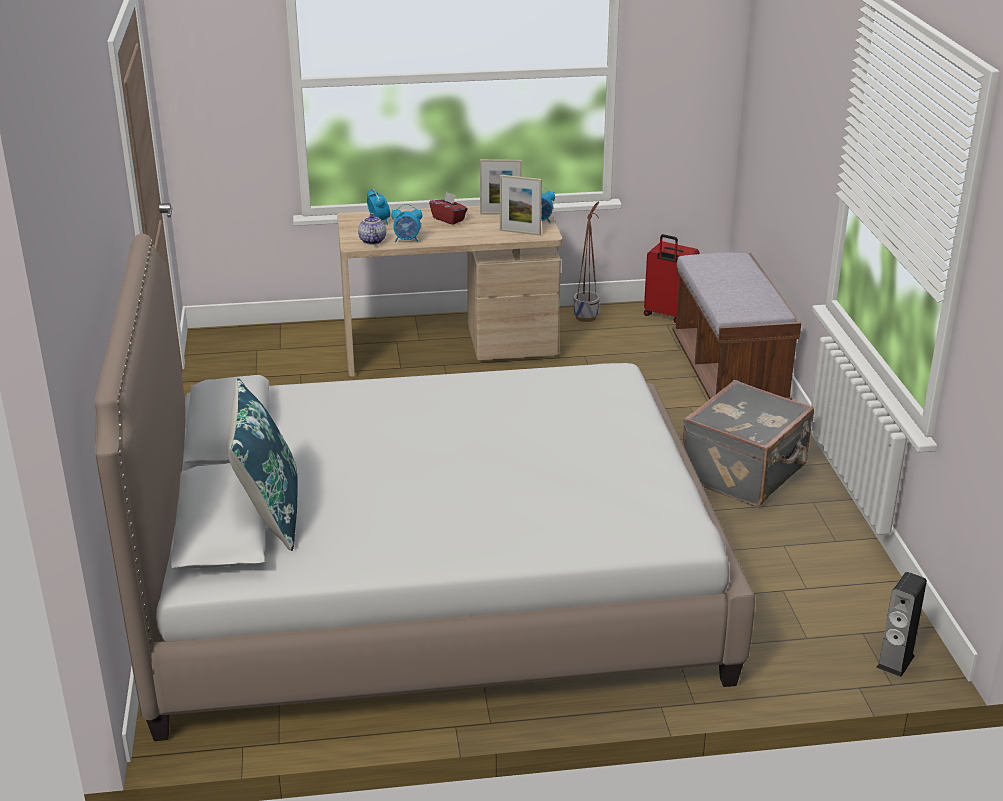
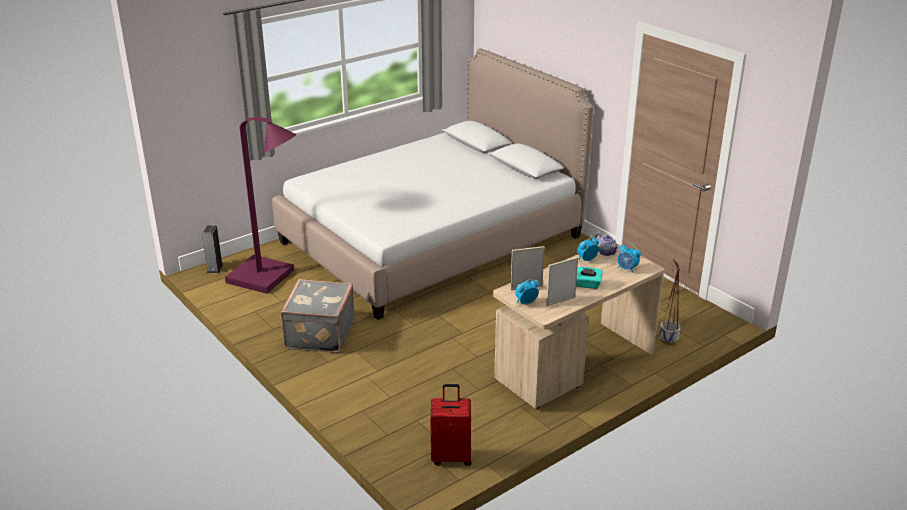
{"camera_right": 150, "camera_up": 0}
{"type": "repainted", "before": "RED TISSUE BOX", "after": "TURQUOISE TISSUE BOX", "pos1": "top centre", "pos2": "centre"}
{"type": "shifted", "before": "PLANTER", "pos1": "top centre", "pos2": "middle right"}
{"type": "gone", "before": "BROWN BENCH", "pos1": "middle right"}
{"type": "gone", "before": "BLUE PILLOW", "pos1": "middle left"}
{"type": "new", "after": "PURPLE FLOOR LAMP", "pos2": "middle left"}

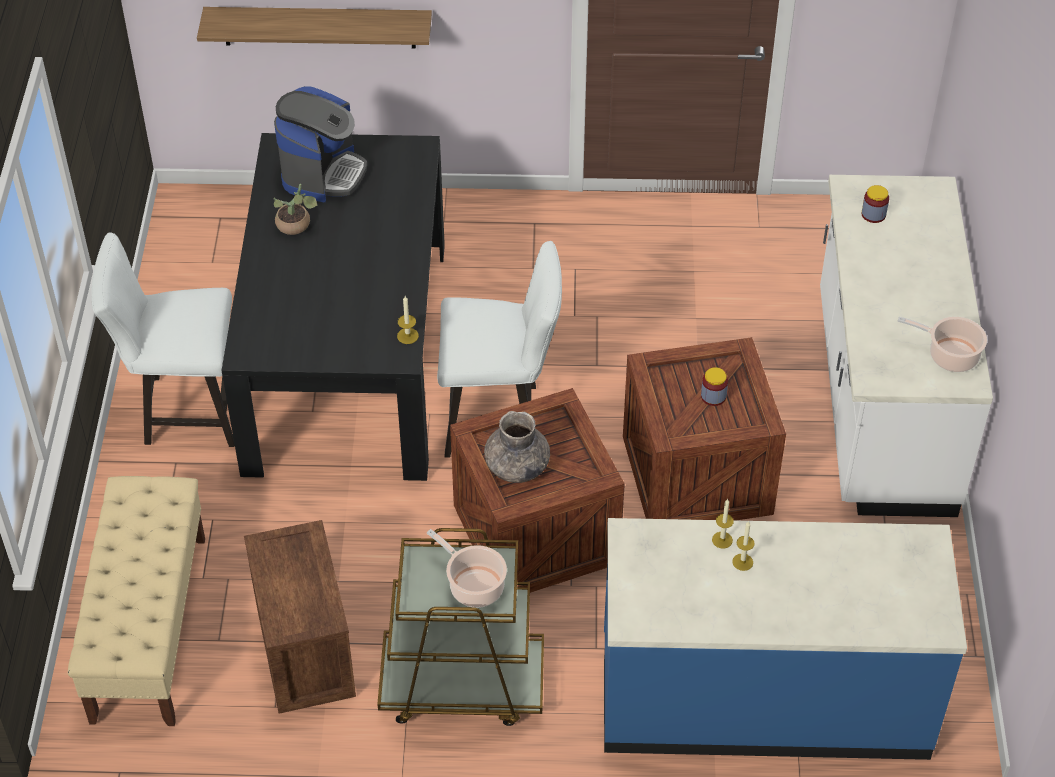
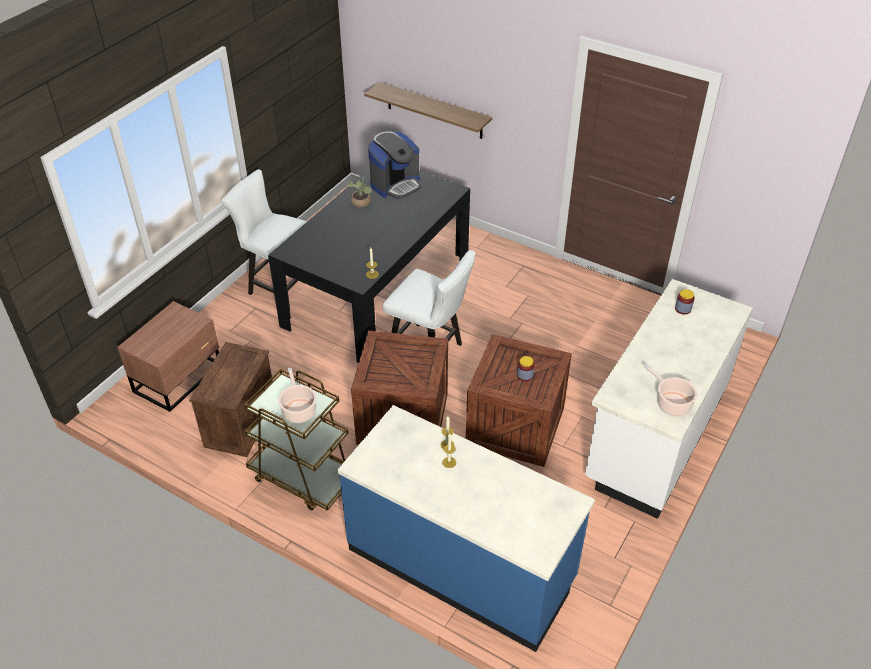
{"camera_right": 30, "camera_up": -5}
{"type": "gone", "before": "GREY VASE", "pos1": "centre"}
{"type": "swapped", "before": "BEIGE BENCH", "after": "BROWN NIGHTSTAND", "pos1": "bottom left", "pos2": "middle left"}

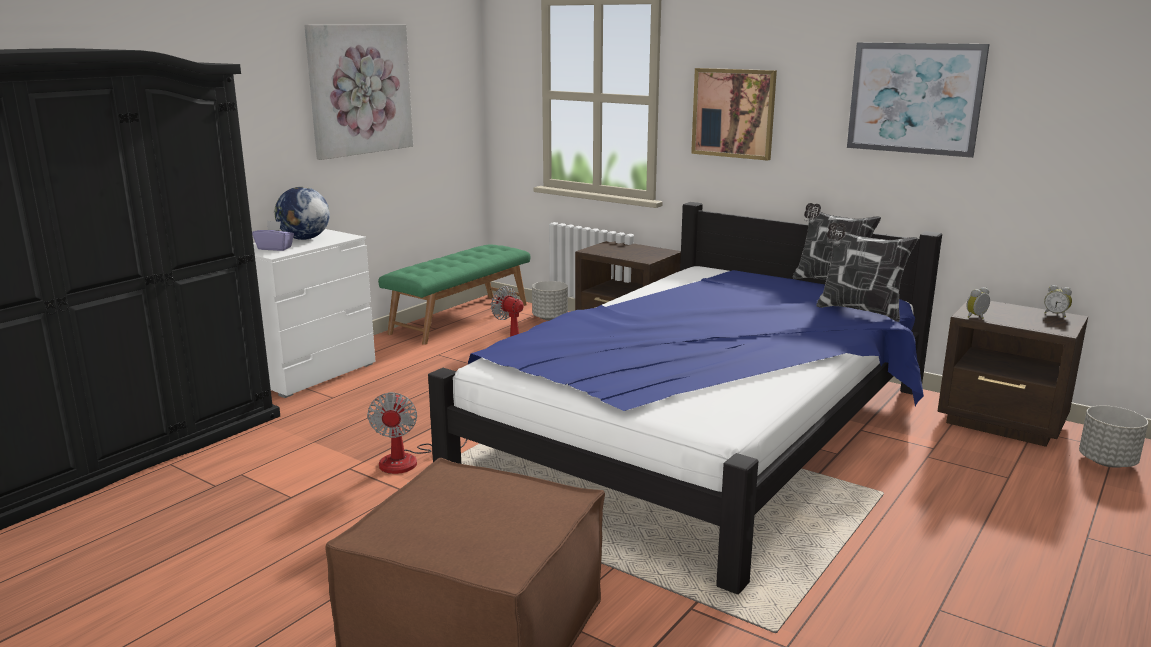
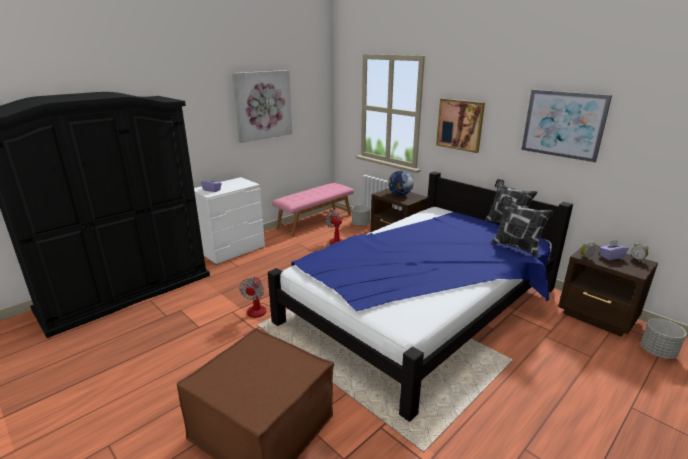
{"camera_right": 10, "camera_up": 5}
{"type": "shifted", "before": "GLOBE", "pos1": "top left", "pos2": "centre"}
{"type": "repainted", "before": "GREEN BENCH", "after": "PINK BENCH", "pos1": "centre", "pos2": "centre"}
{"type": "new", "after": "PURPLE TISSUE BOX (no. 2 from left)", "pos2": "middle right"}

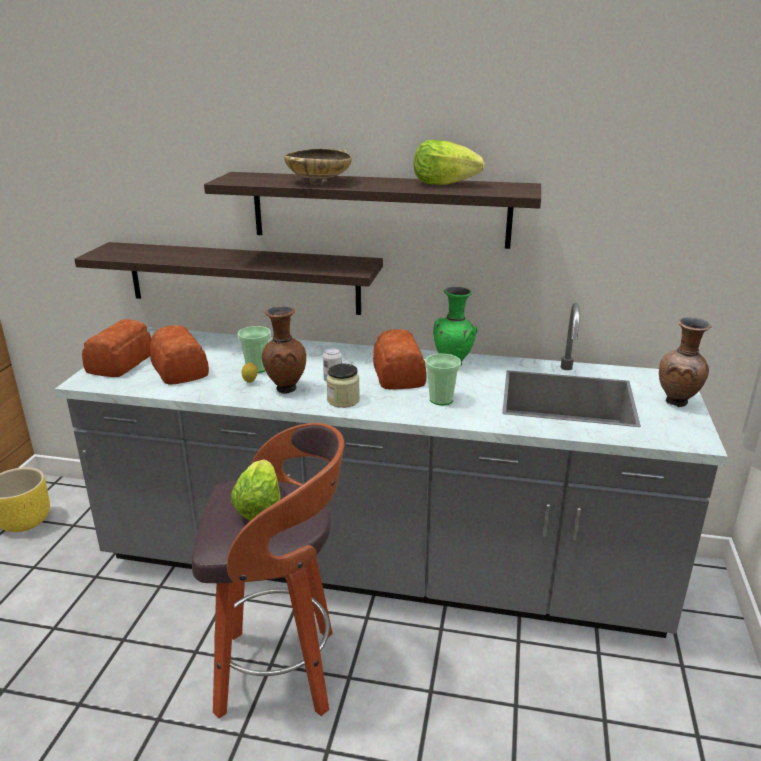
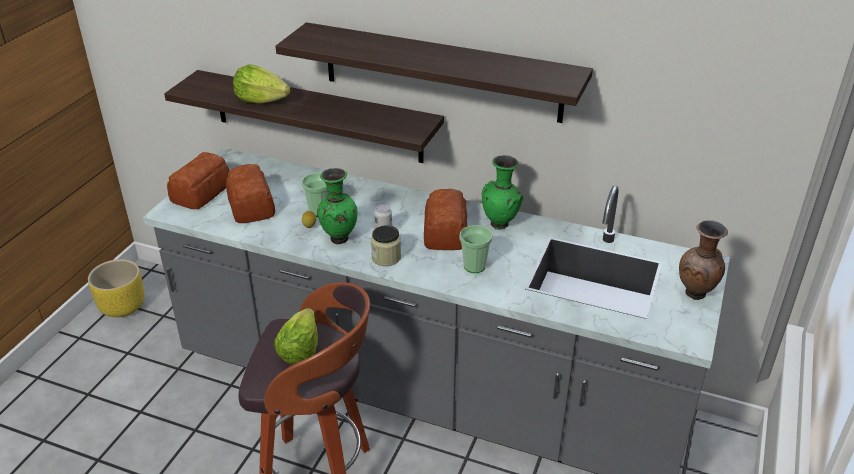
{"camera_right": 10, "camera_up": 10}
{"type": "shifted", "before": "LETTUCE (no. 2 from left in the first image)", "after": "LETTUCE (no. 1 from left)", "pos1": "top centre", "pos2": "top left"}
{"type": "gone", "before": "BEIGE BOWL", "pos1": "top centre"}
{"type": "repainted", "before": "BROWN VASE (no. 1 from left)", "after": "GREEN VASE (no. 1 from left)", "pos1": "centre", "pos2": "centre"}

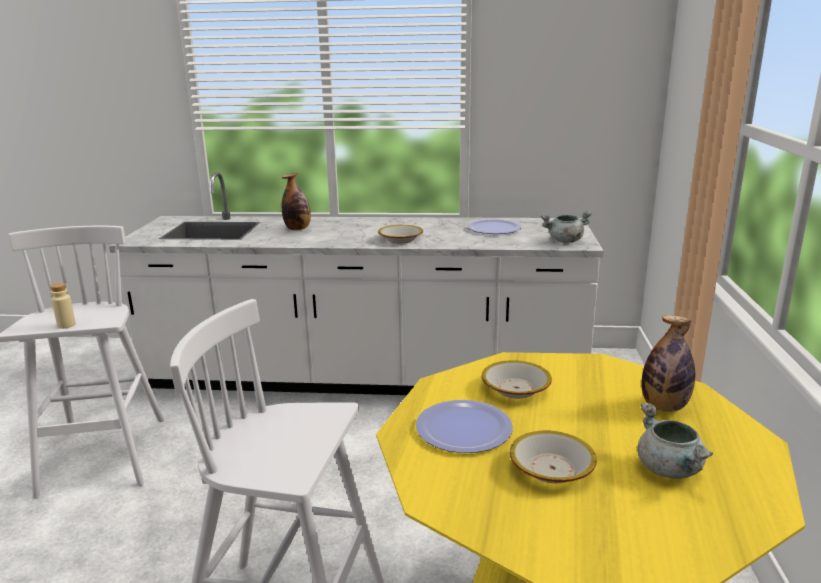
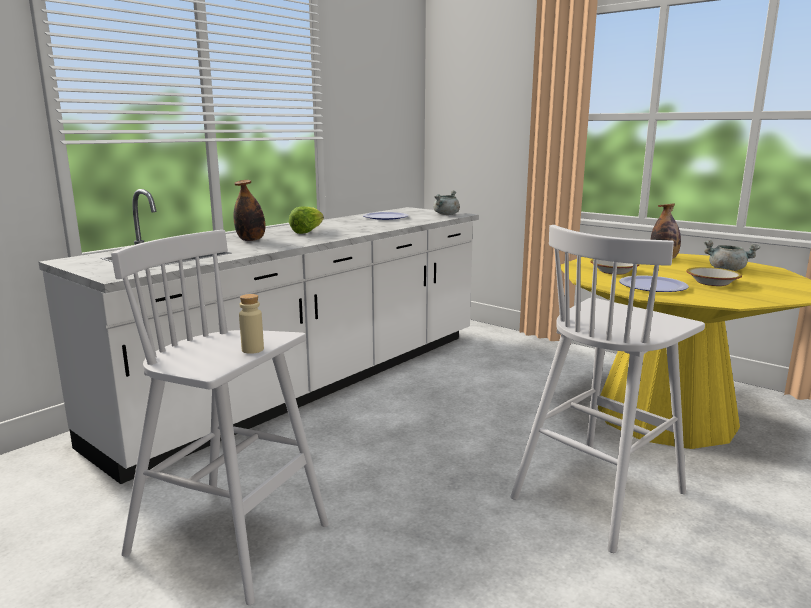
{"camera_right": -55, "camera_up": -5}
{"type": "gone", "before": "BOWL (no. 1 from left)", "pos1": "centre"}
{"type": "new", "after": "LETTUCE", "pos2": "centre"}

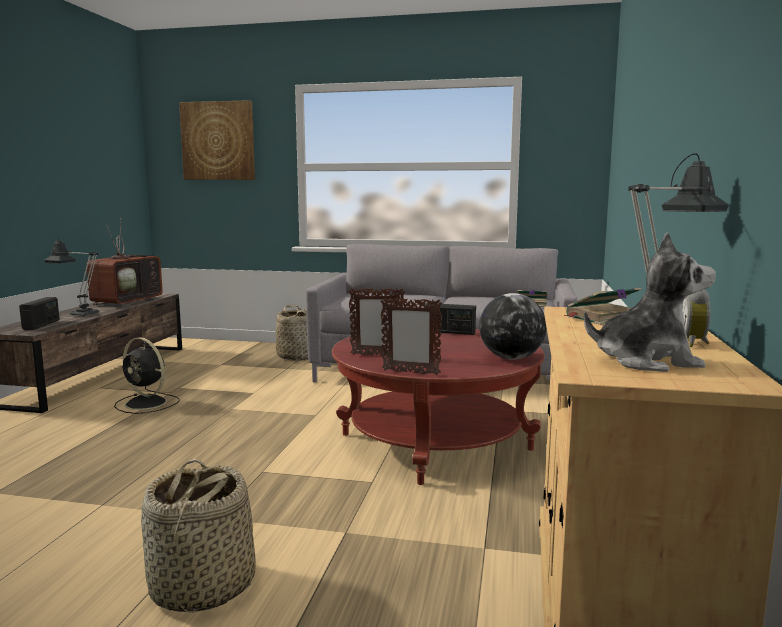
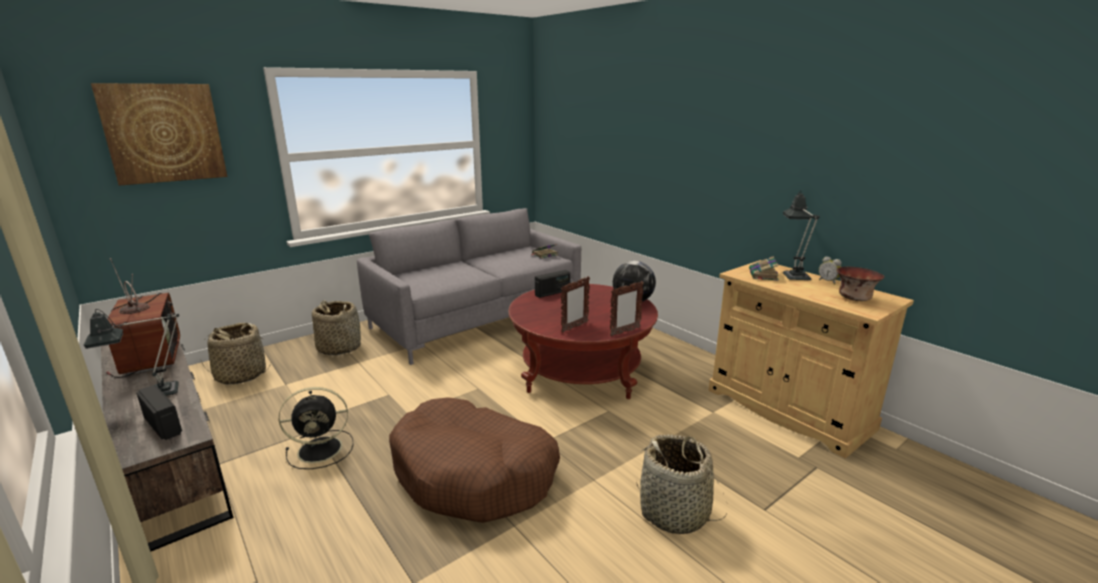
{"camera_right": -50, "camera_up": 10}
{"type": "swapped", "before": "PLUSH TOY", "after": "BOWL", "pos1": "middle right", "pos2": "middle right"}
{"type": "new", "after": "BASKET (no. 1 from left)", "pos2": "middle left"}
{"type": "new", "after": "BROWN DOG BED", "pos2": "bottom centre"}

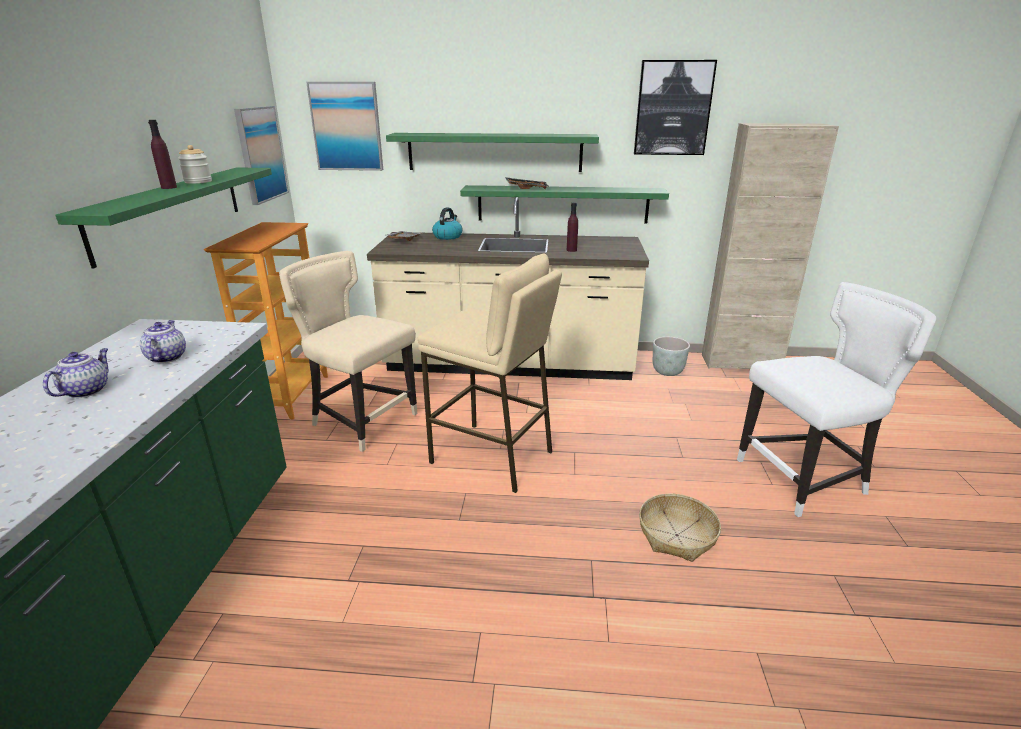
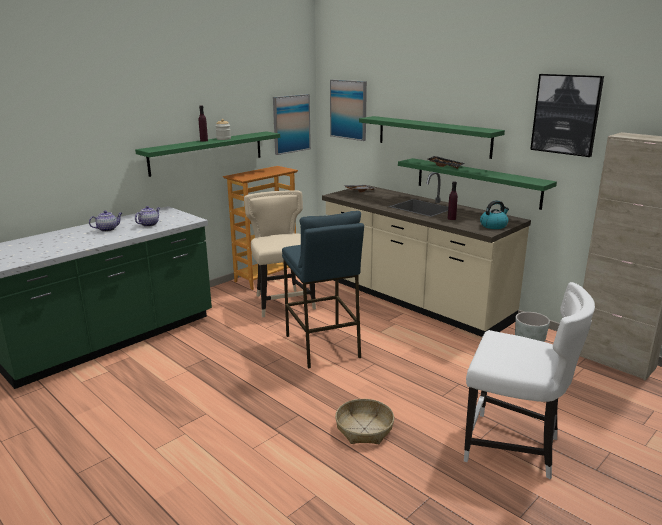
{"camera_right": 40, "camera_up": -5}
{"type": "shifted", "before": "KETTLE", "pos1": "top centre", "pos2": "middle right"}
{"type": "repainted", "before": "BEIGE STOOL", "after": "BLUE STOOL", "pos1": "centre", "pos2": "centre"}

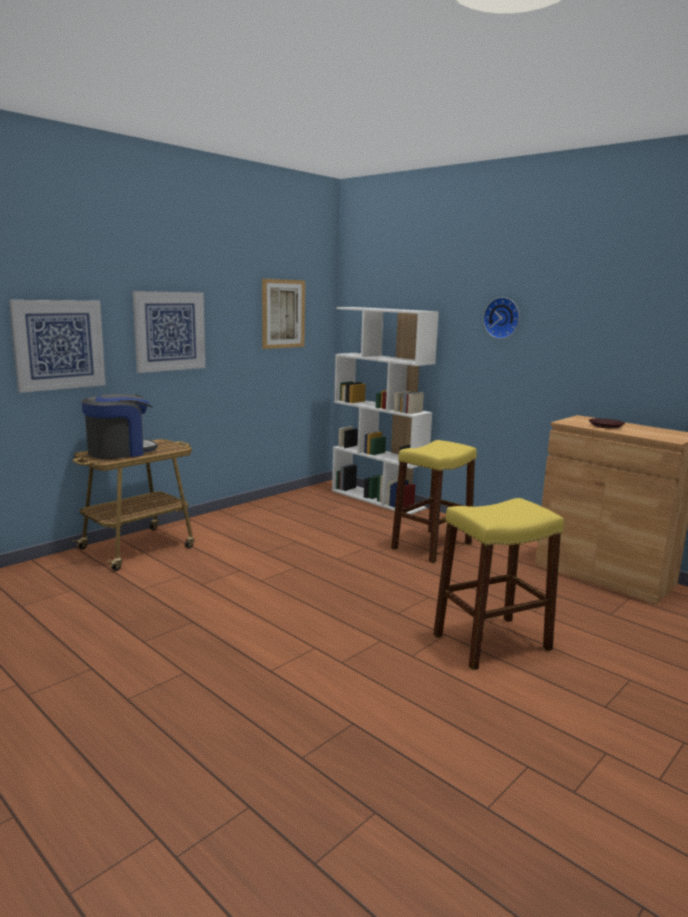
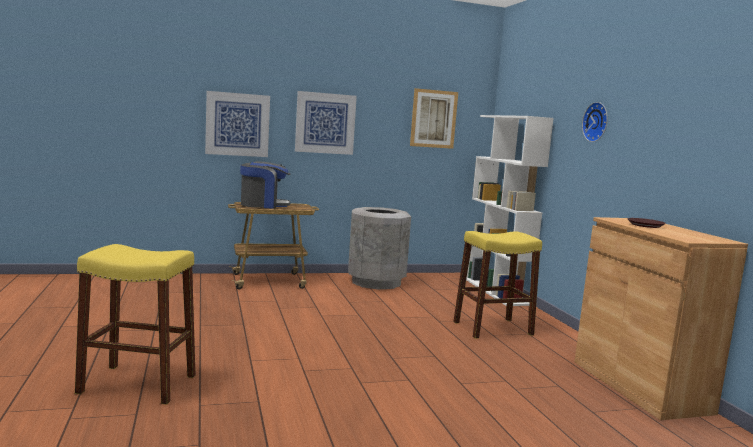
{"camera_right": 30, "camera_up": -5}
{"type": "shifted", "before": "YELLOW STOOL (no. 2 from left in the first image)", "after": "YELLOW STOOL (no. 1 from left)", "pos1": "middle right", "pos2": "bottom left"}
{"type": "new", "after": "GREY TRASH CAN", "pos2": "centre"}

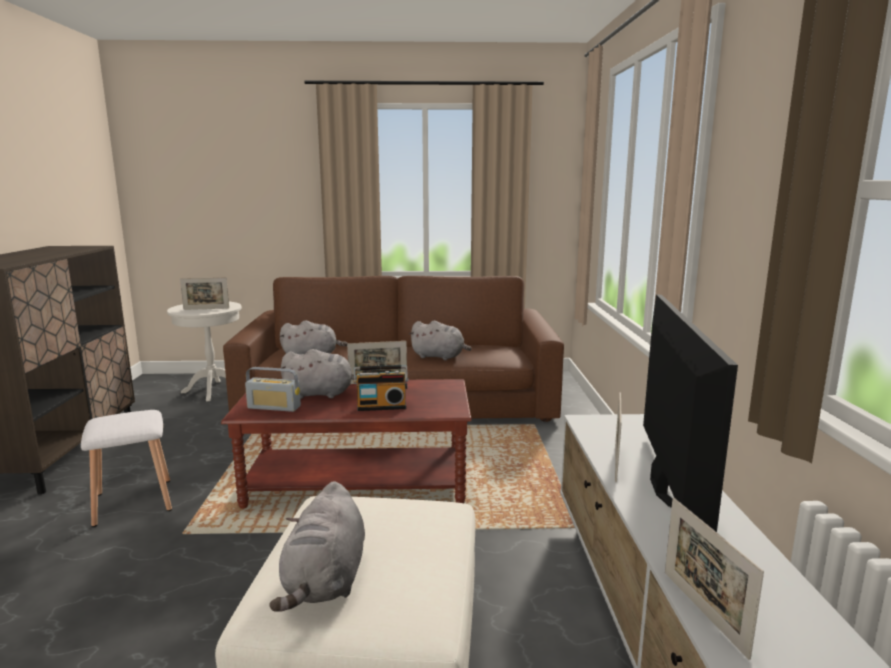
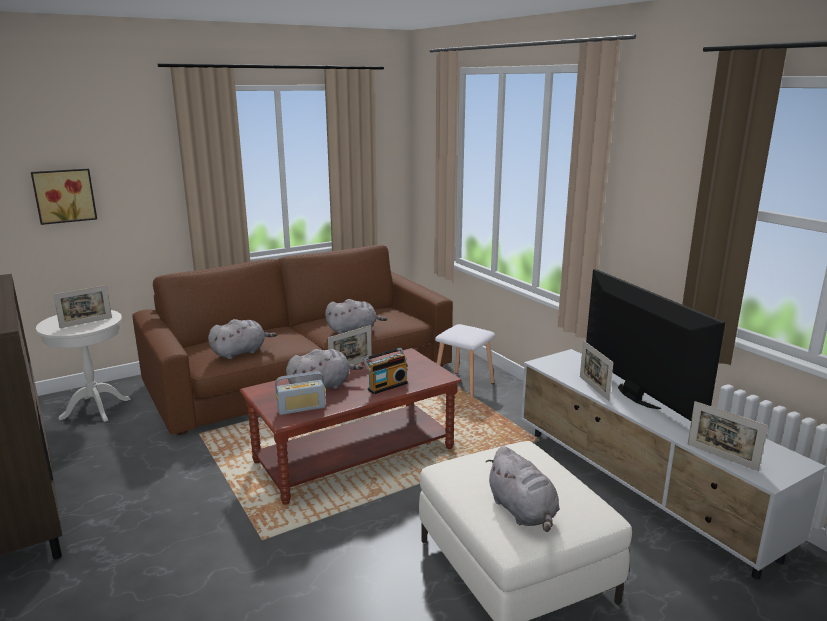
{"camera_right": -30, "camera_up": 5}
{"type": "shifted", "before": "WHITE STOOL", "pos1": "bottom left", "pos2": "centre"}
{"type": "new", "after": "PICTURE", "pos2": "top left"}

